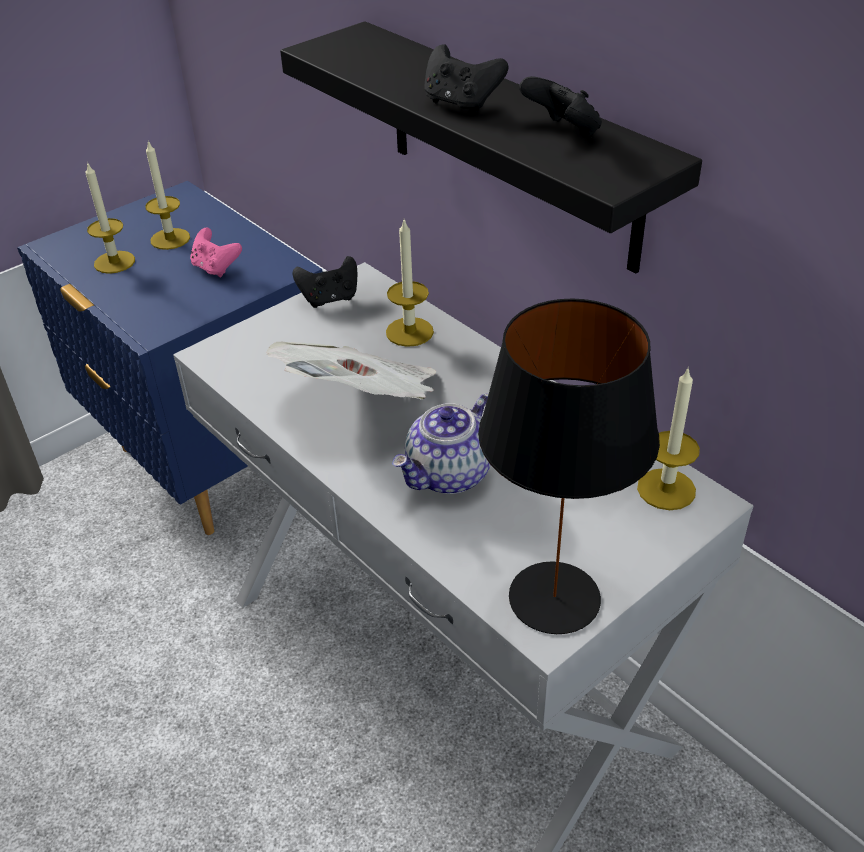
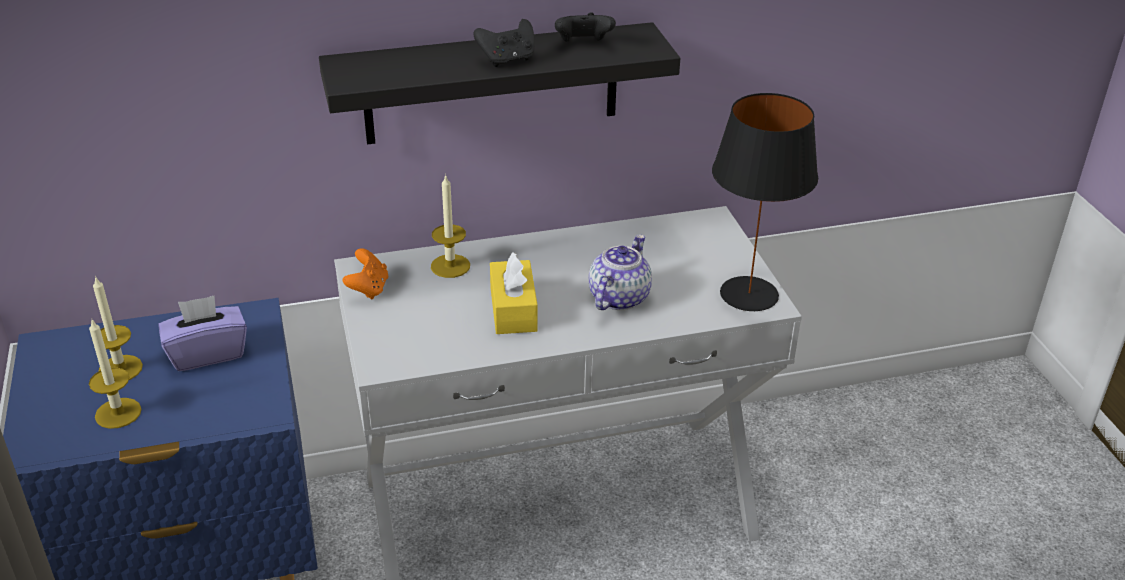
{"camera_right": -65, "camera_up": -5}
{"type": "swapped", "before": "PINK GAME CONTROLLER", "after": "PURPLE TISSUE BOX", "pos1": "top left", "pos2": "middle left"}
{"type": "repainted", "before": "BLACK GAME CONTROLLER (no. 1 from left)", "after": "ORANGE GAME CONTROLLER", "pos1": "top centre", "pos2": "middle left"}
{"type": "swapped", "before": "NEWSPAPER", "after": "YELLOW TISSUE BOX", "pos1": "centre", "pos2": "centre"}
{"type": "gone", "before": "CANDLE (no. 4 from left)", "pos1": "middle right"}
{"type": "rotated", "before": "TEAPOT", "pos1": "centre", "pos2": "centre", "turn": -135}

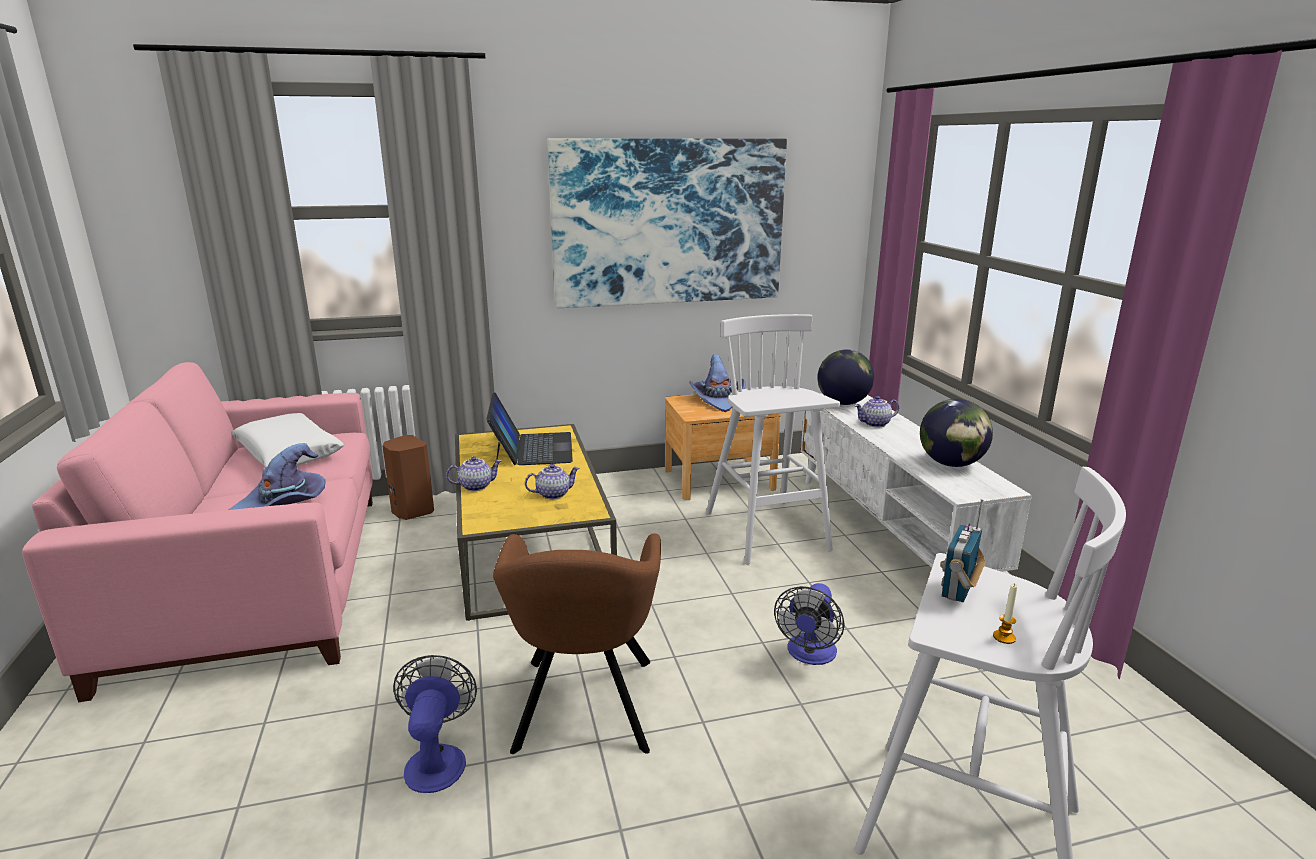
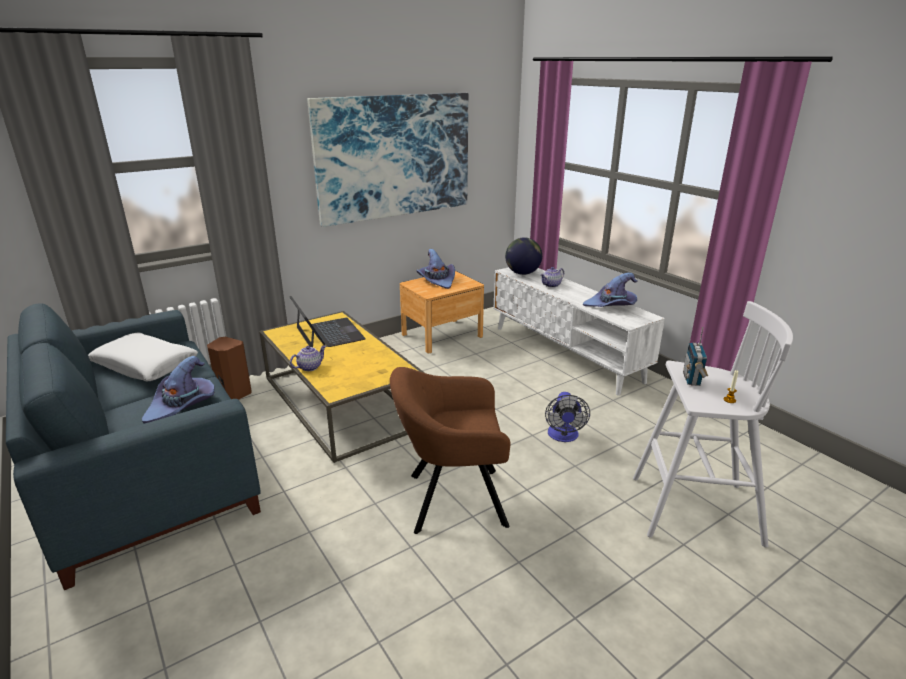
{"camera_right": -20, "camera_up": 5}
{"type": "gone", "before": "WHITE STOOL (no. 1 from left)", "pos1": "centre"}
{"type": "repainted", "before": "PINK SOFA", "after": "BLUE SOFA", "pos1": "middle left", "pos2": "middle left"}
{"type": "swapped", "before": "GLOBE (no. 2 from left)", "after": "PURPLE HAT (no. 3 from left)", "pos1": "middle right", "pos2": "middle right"}
{"type": "gone", "before": "TEAPOT (no. 2 from left)", "pos1": "centre"}
{"type": "rotated", "before": "BROWN ARMCHAIR", "pos1": "bottom centre", "pos2": "centre", "turn": 105}
{"type": "gone", "before": "FAN (no. 1 from left)", "pos1": "bottom left"}

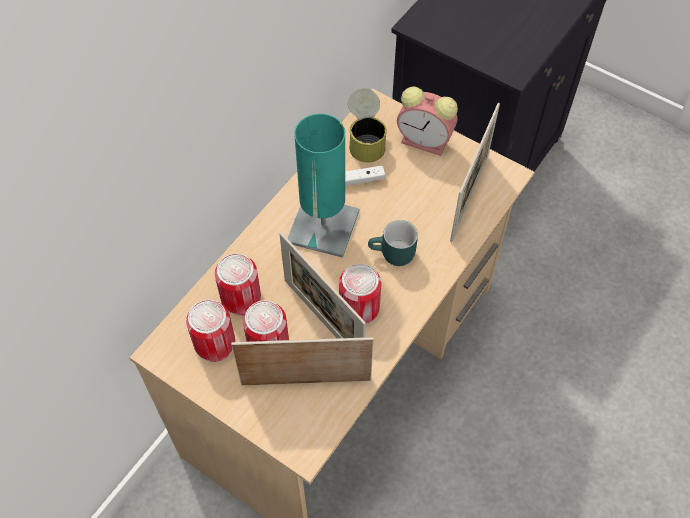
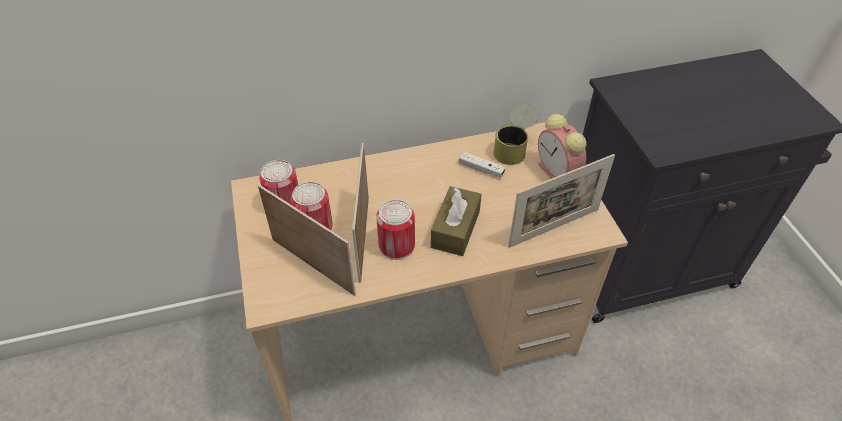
{"camera_right": 40, "camera_up": -10}
{"type": "gone", "before": "TURQUOISE TABLE LAMP", "pos1": "centre"}
{"type": "swapped", "before": "TURQUOISE MUG", "after": "BROWN TISSUE BOX", "pos1": "centre", "pos2": "centre"}
{"type": "gone", "before": "CAN (no. 2 from left)", "pos1": "centre"}

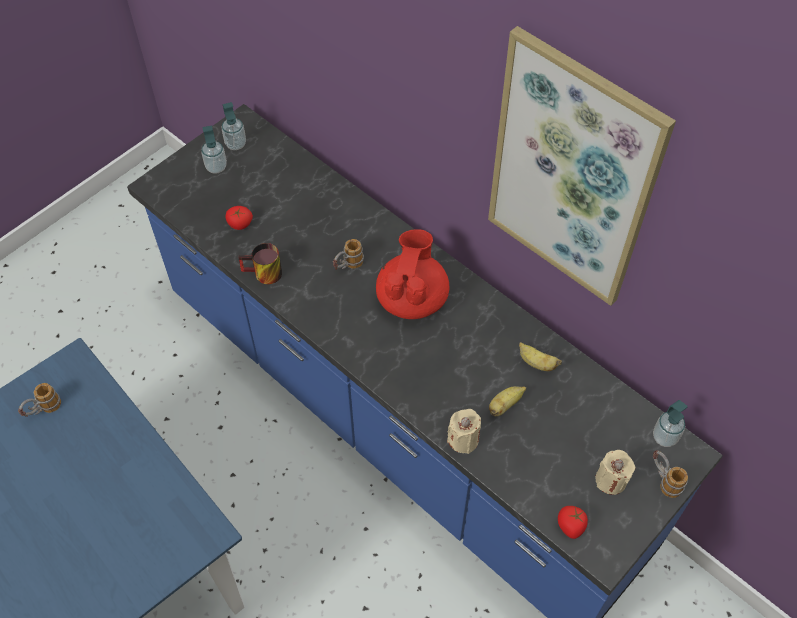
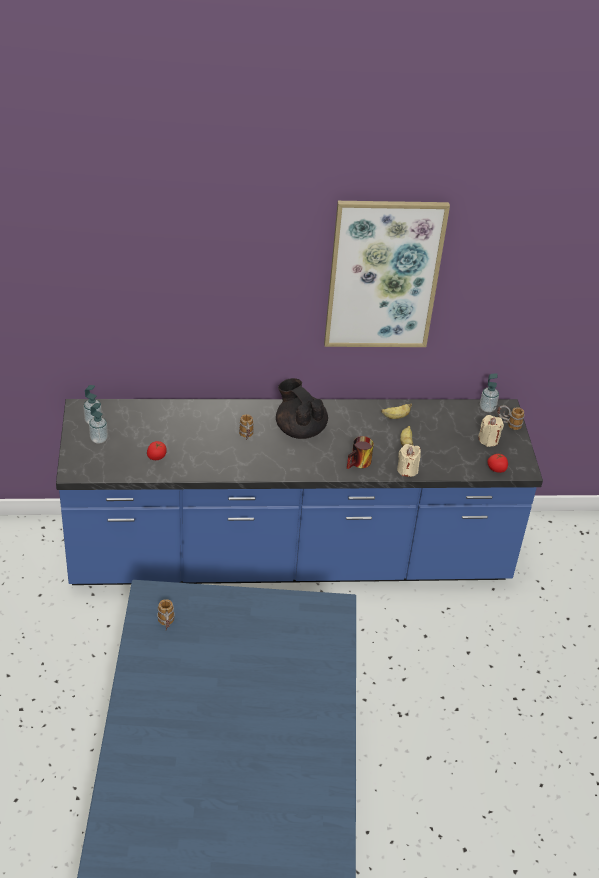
{"camera_right": -50, "camera_up": -15}
{"type": "repainted", "before": "RED TEAPOT", "after": "BLACK TEAPOT", "pos1": "centre", "pos2": "centre"}
{"type": "shifted", "before": "MUG (no. 2 from left in the first image)", "after": "MUG (no. 3 from left)", "pos1": "middle left", "pos2": "centre"}

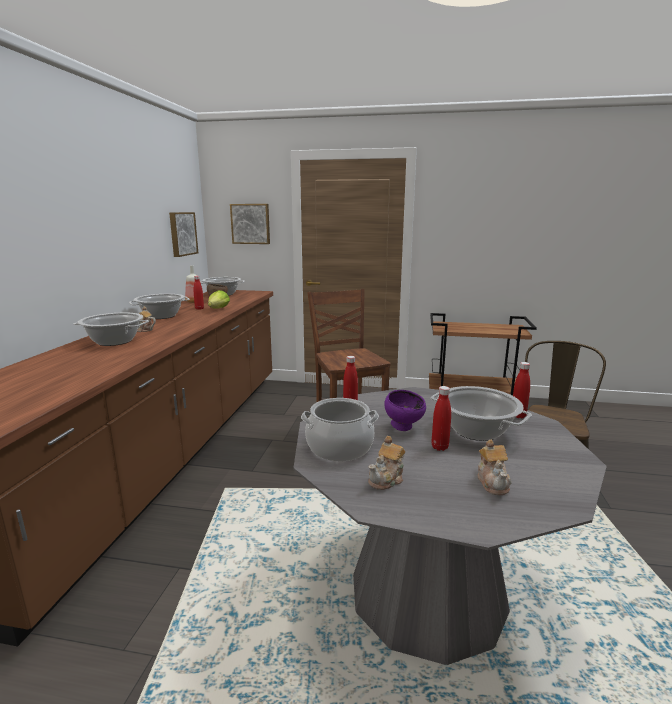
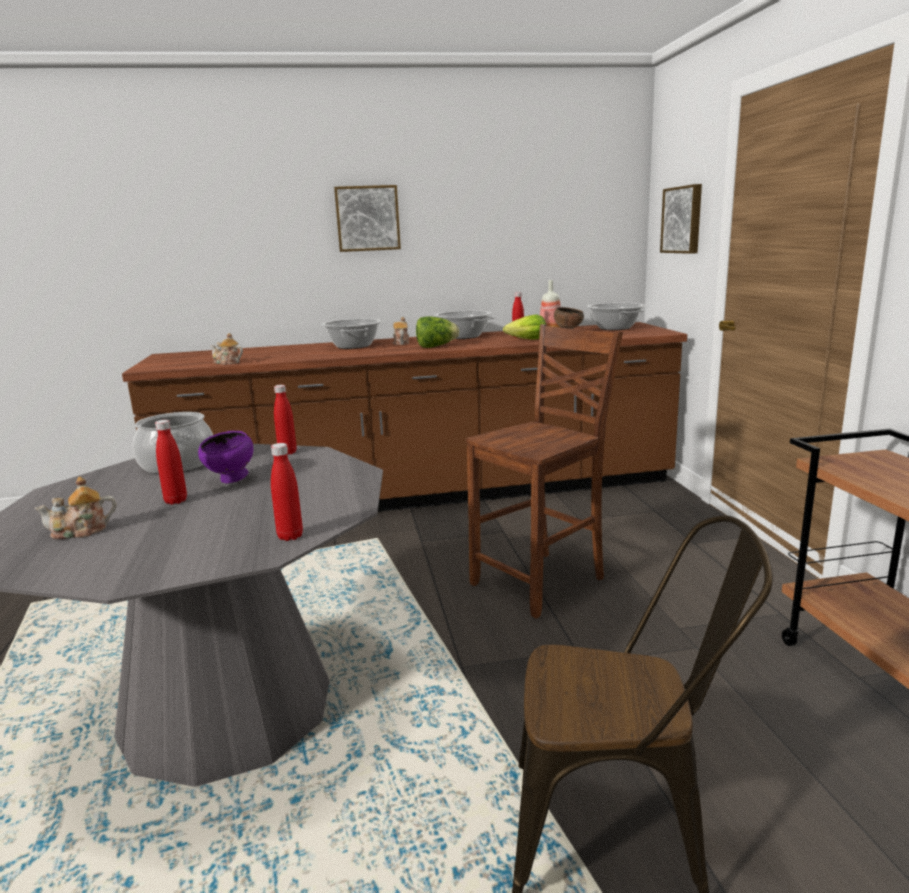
{"camera_right": 70, "camera_up": 0}
{"type": "shifted", "before": "PICTURE (no. 1 from left)", "pos1": "top left", "pos2": "top centre"}
{"type": "gone", "before": "COOKING POT (no. 5 from left)", "pos1": "middle right"}
{"type": "shifted", "before": "TEAPOT (no. 2 from left)", "pos1": "centre", "pos2": "middle left"}
{"type": "new", "after": "LETTUCE (no. 1 from left)", "pos2": "centre"}

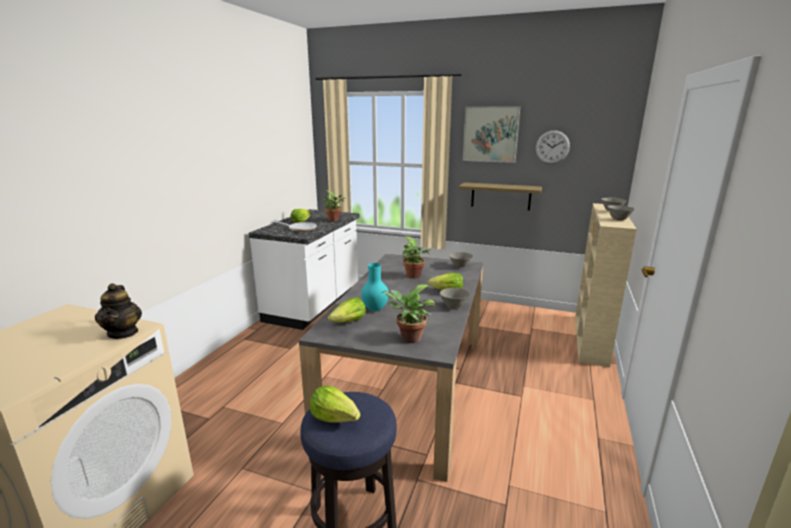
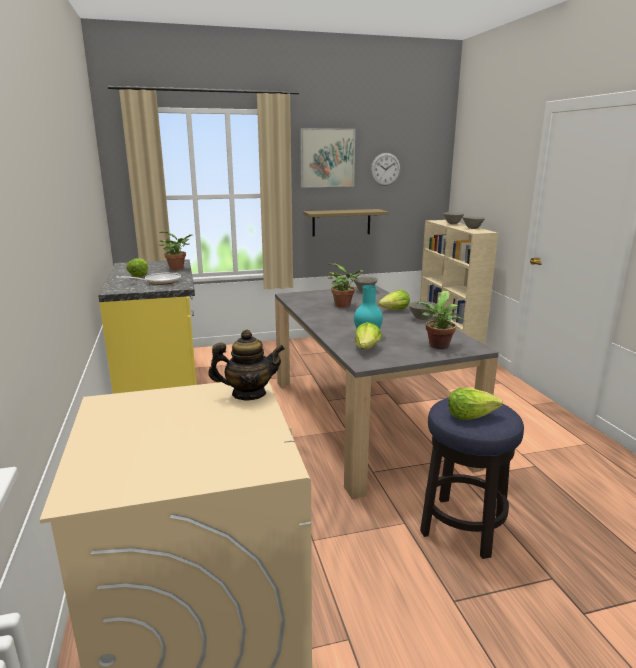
{"camera_right": -35, "camera_up": 0}
{"type": "repainted", "before": "WHITE COUNTER", "after": "YELLOW COUNTER", "pos1": "centre", "pos2": "middle left"}
{"type": "rotated", "before": "TEAPOT", "pos1": "middle left", "pos2": "centre", "turn": -45}

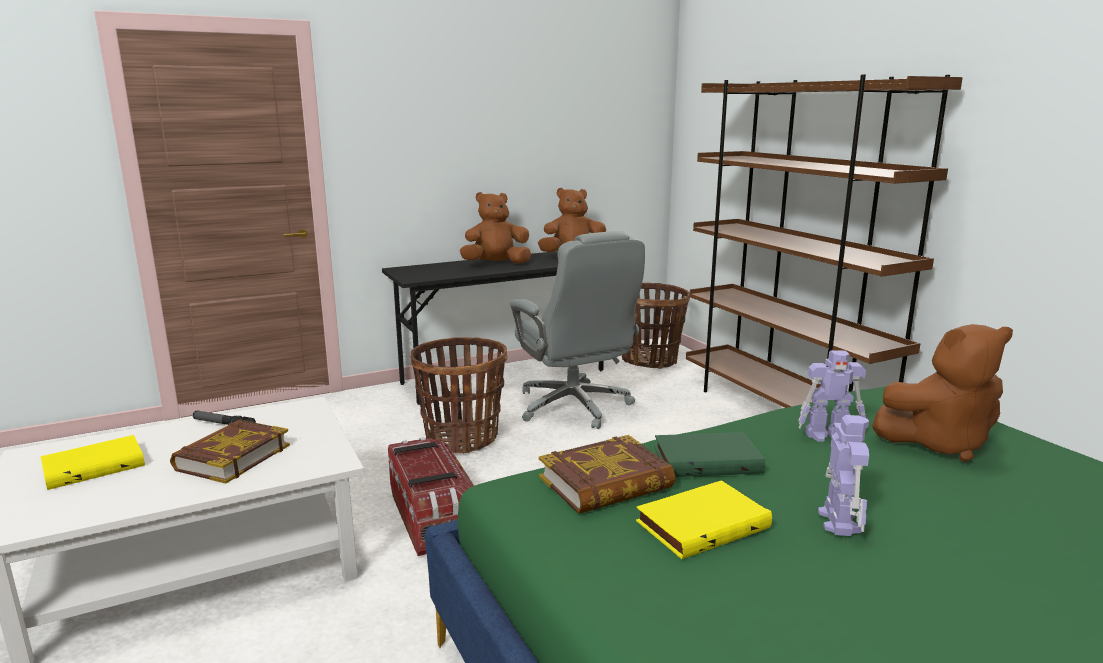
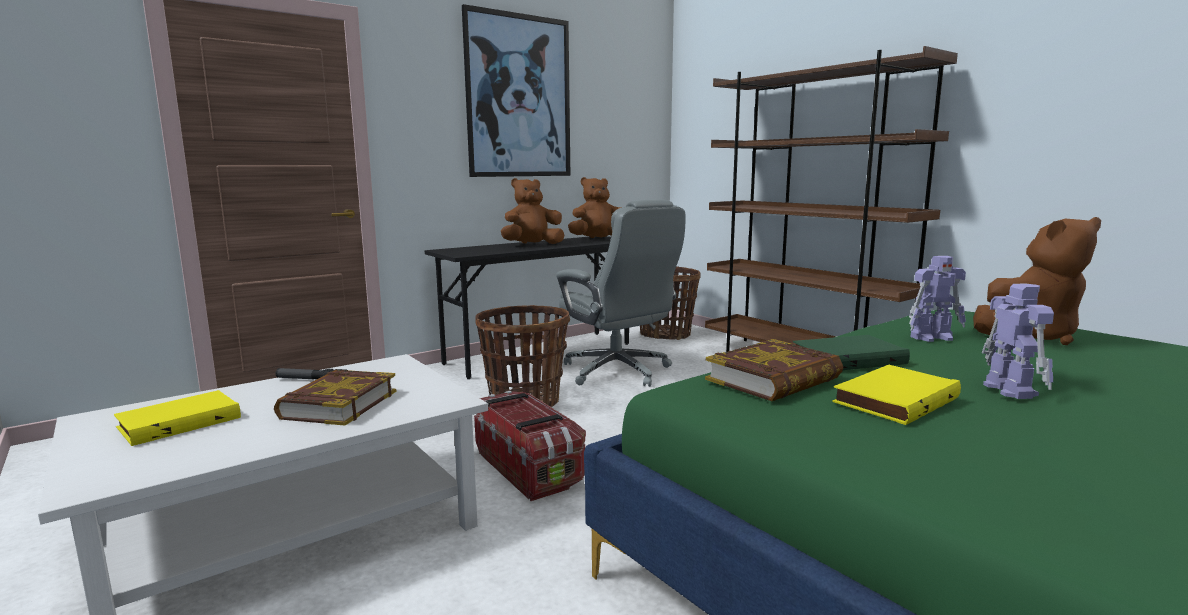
{"camera_right": -10, "camera_up": -5}
{"type": "new", "after": "PICTURE", "pos2": "top centre"}

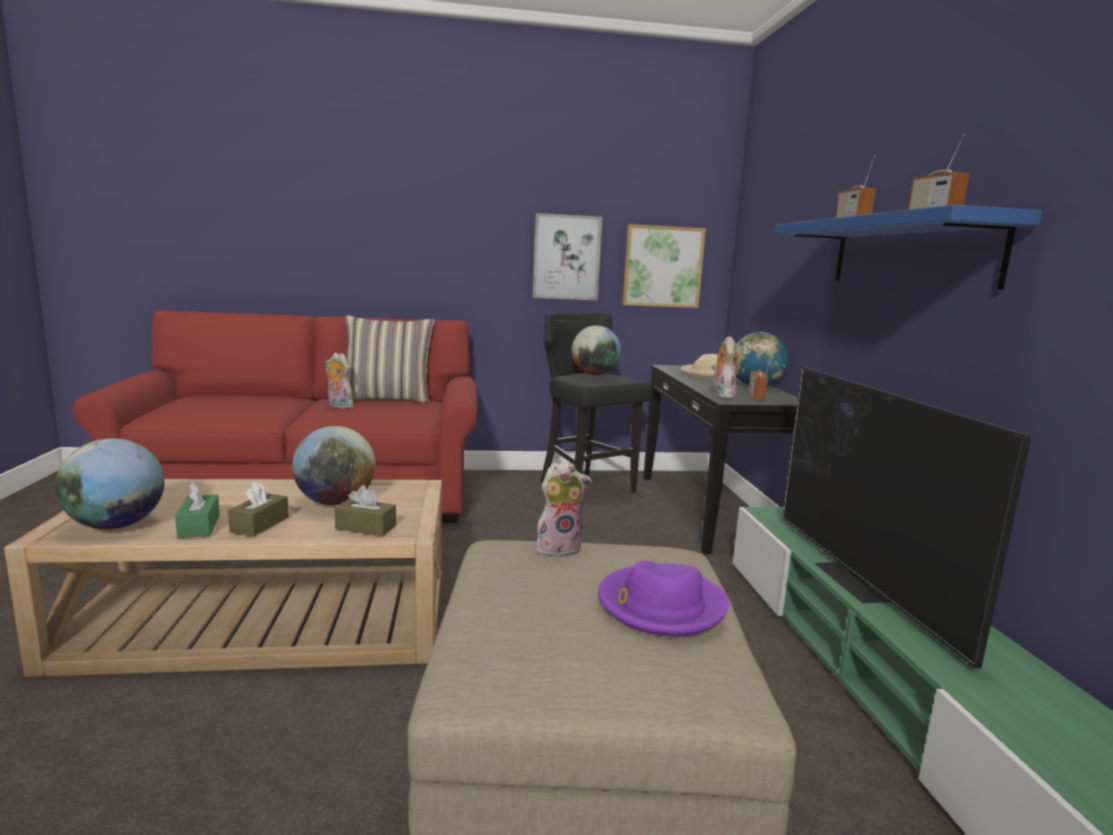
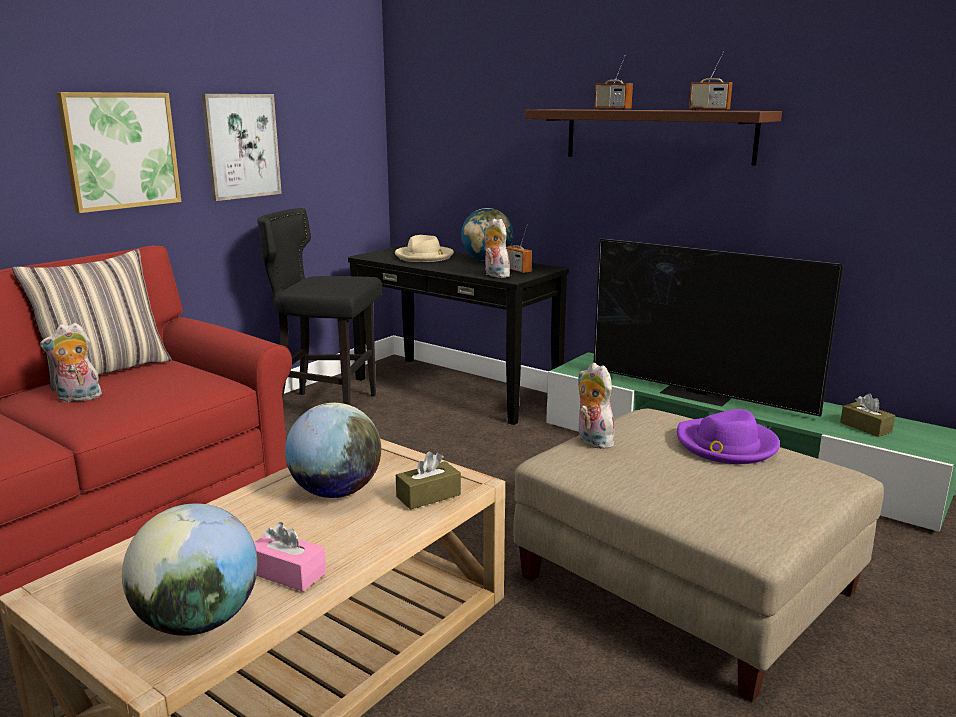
{"camera_right": -45, "camera_up": 5}
{"type": "repainted", "before": "BLUE SHELF", "after": "BROWN SHELF", "pos1": "top right", "pos2": "top right"}
{"type": "shifted", "before": "PICTURE (no. 2 from left in the first image)", "after": "PICTURE (no. 1 from left)", "pos1": "top centre", "pos2": "top left"}
{"type": "gone", "before": "GLOBE (no. 3 from left)", "pos1": "centre"}
{"type": "rotated", "before": "PLUSH TOY (no. 2 from left in the first image)", "pos1": "centre", "pos2": "centre", "turn": -60}
{"type": "shifted", "before": "BROWN TISSUE BOX (no. 1 from left in the first image)", "after": "BROWN TISSUE BOX (no. 2 from left)", "pos1": "middle left", "pos2": "middle right"}
{"type": "repainted", "before": "GREEN TISSUE BOX", "after": "PINK TISSUE BOX", "pos1": "middle left", "pos2": "bottom left"}

